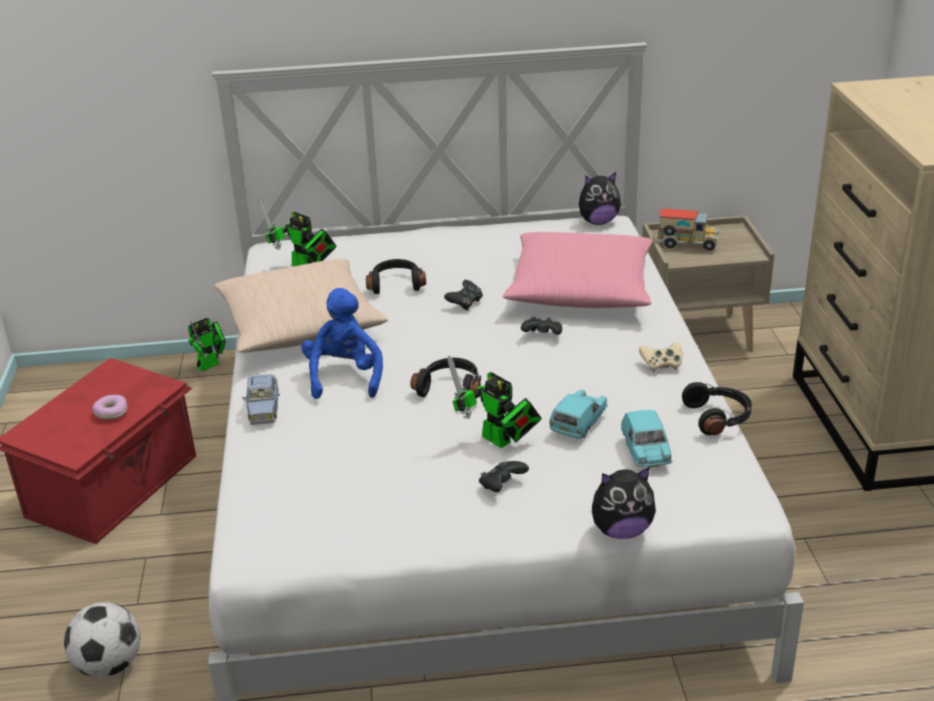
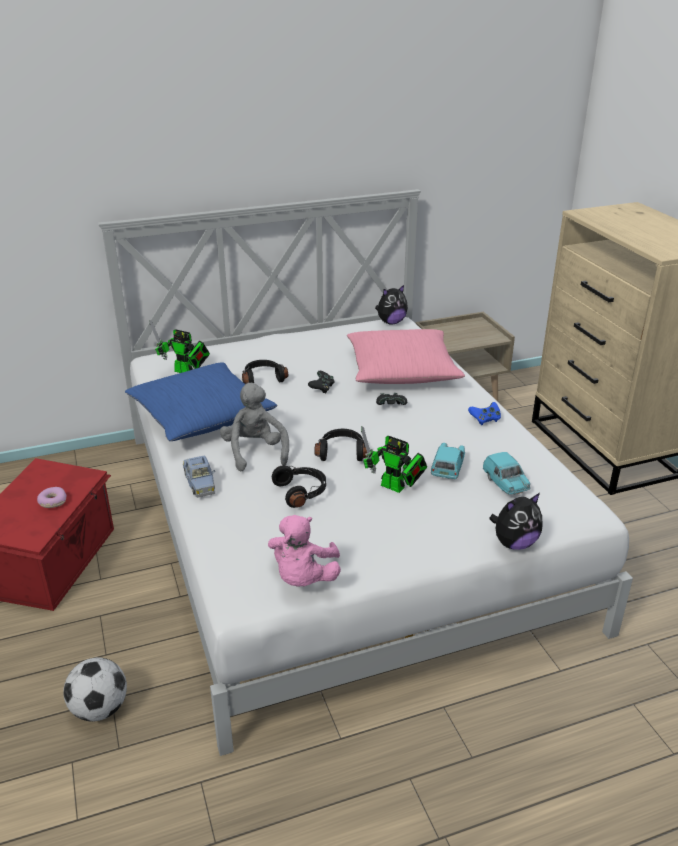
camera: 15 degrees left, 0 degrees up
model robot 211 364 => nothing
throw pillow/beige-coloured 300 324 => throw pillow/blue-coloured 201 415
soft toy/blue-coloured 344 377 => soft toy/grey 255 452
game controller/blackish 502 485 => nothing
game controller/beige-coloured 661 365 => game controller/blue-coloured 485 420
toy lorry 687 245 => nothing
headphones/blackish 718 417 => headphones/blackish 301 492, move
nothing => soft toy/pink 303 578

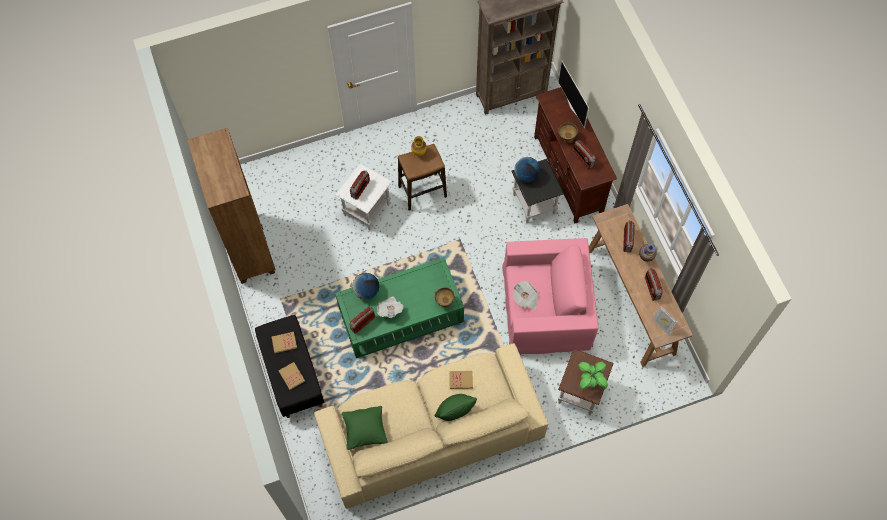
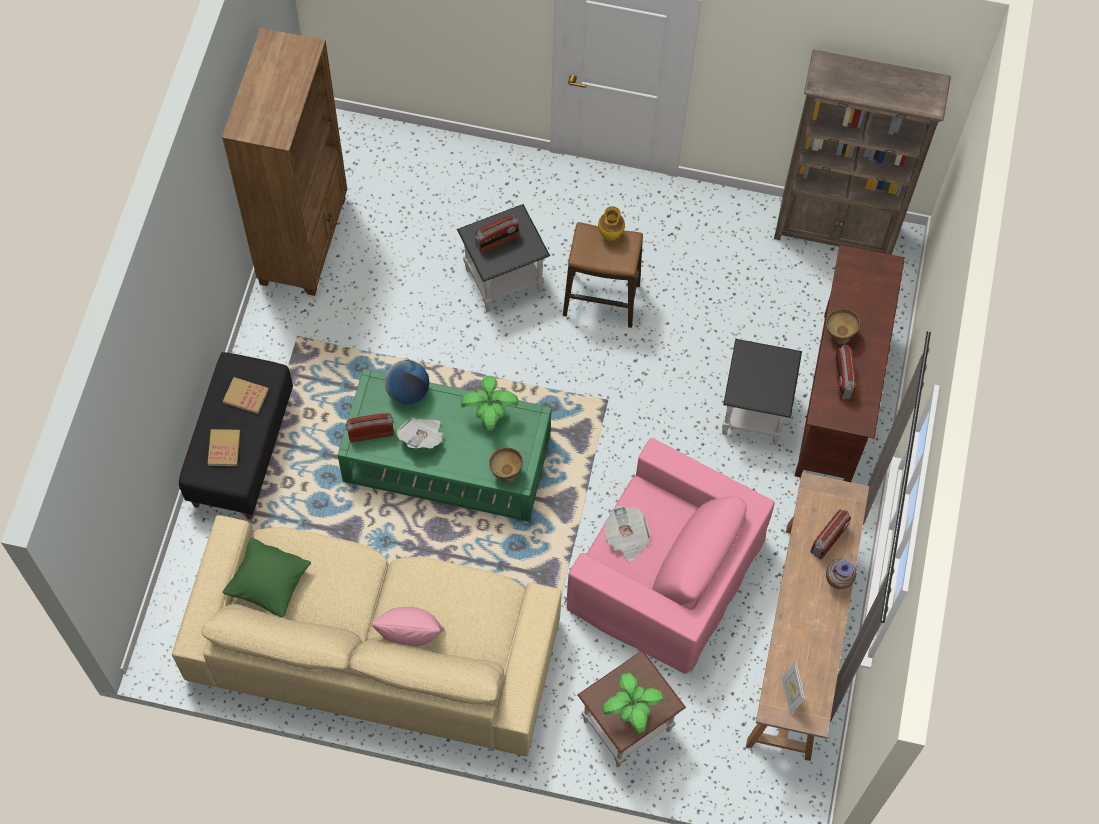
camera: 30 degrees right, 0 degrees up
side table/whitish 367 209 => side table/blackish 504 280
throw pillow/green-coloured 455 412 => throw pillow/pink 409 635
bound book 461 380 => nothing
world globe 526 176 => nothing
television 573 106 => nothing
radio set 651 288 => nothing
nothing => plant in a pot 489 416

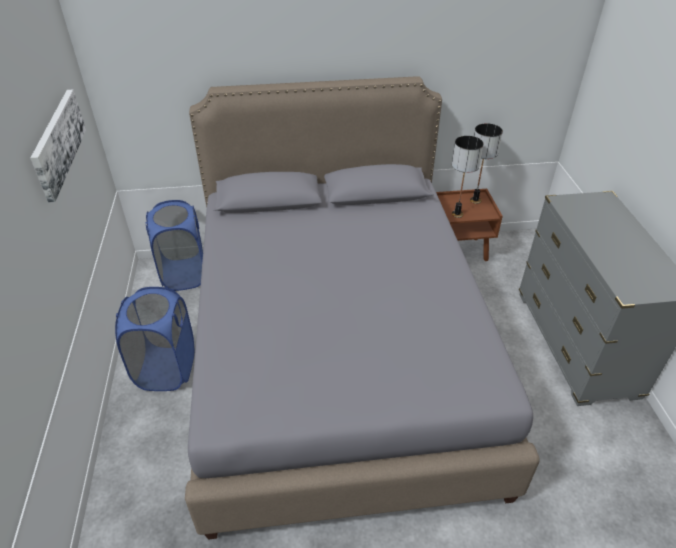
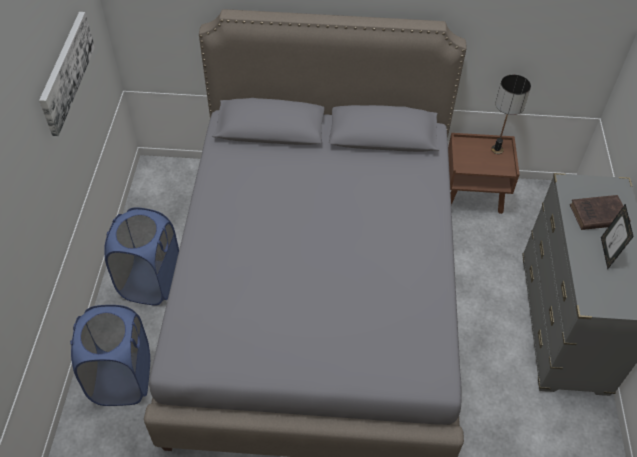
camera: 10 degrees right, 10 degrees up
hamper/blue-coloured 184 274 => hamper/blue-coloured 122 379, move
table lamp 457 214 => nothing
nothing => bound book/brown 596 215
nothing => standing frame 607 253

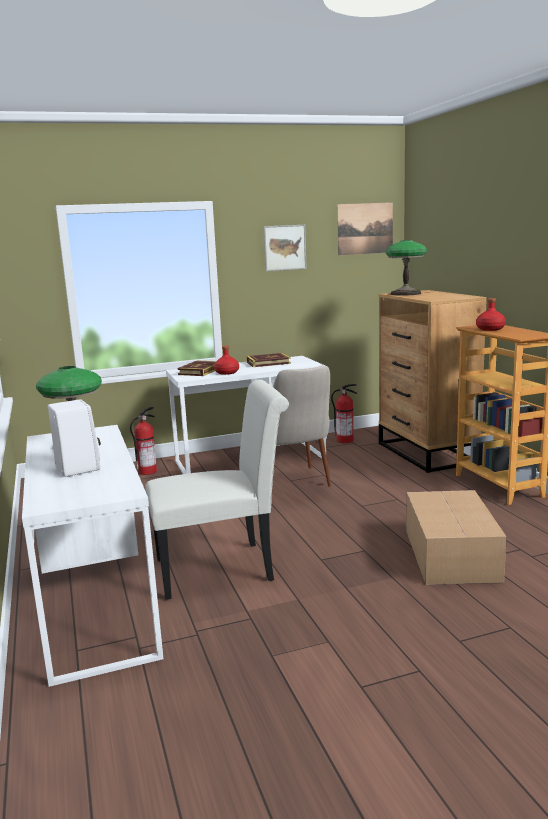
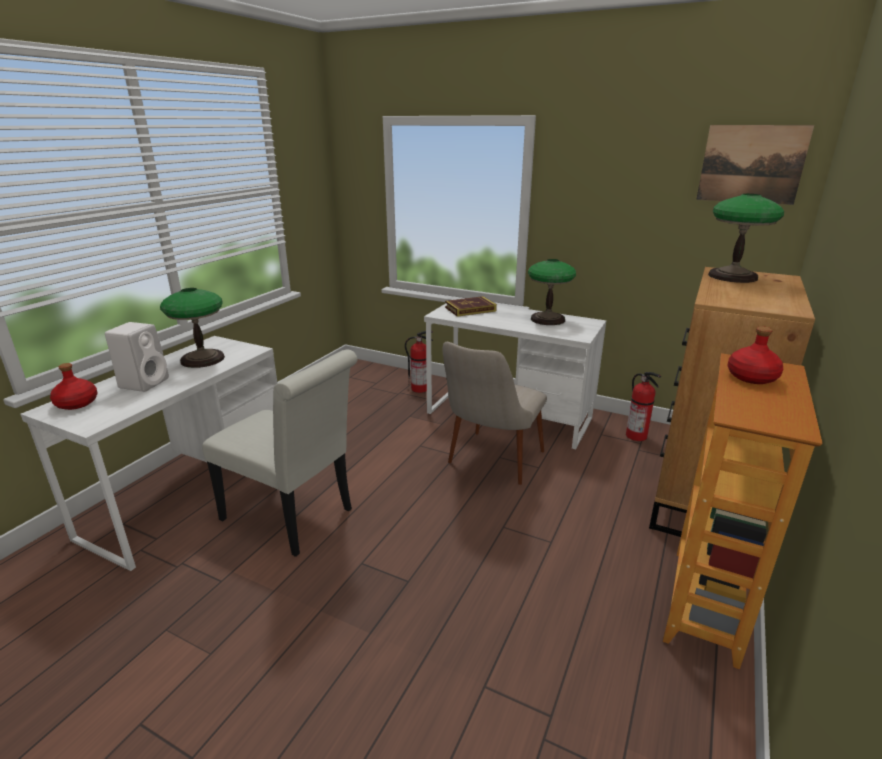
camera: 45 degrees right, 10 degrees up
beverage bottle/red-coloured 226 372 => beverage bottle/red-coloured 76 403, move
bound book 268 363 => table lamp 548 319
picture 285 247 => nothing
cardboard box 451 554 => nothing

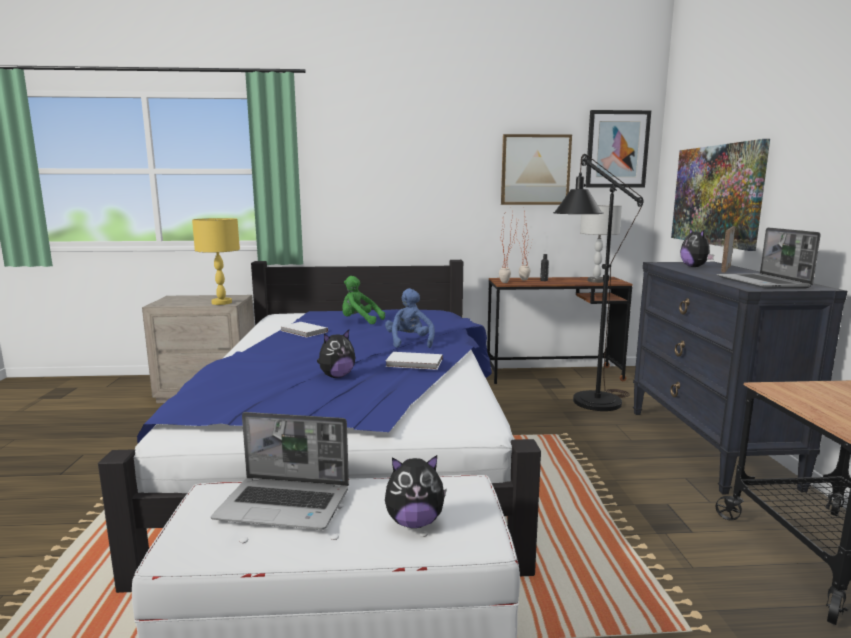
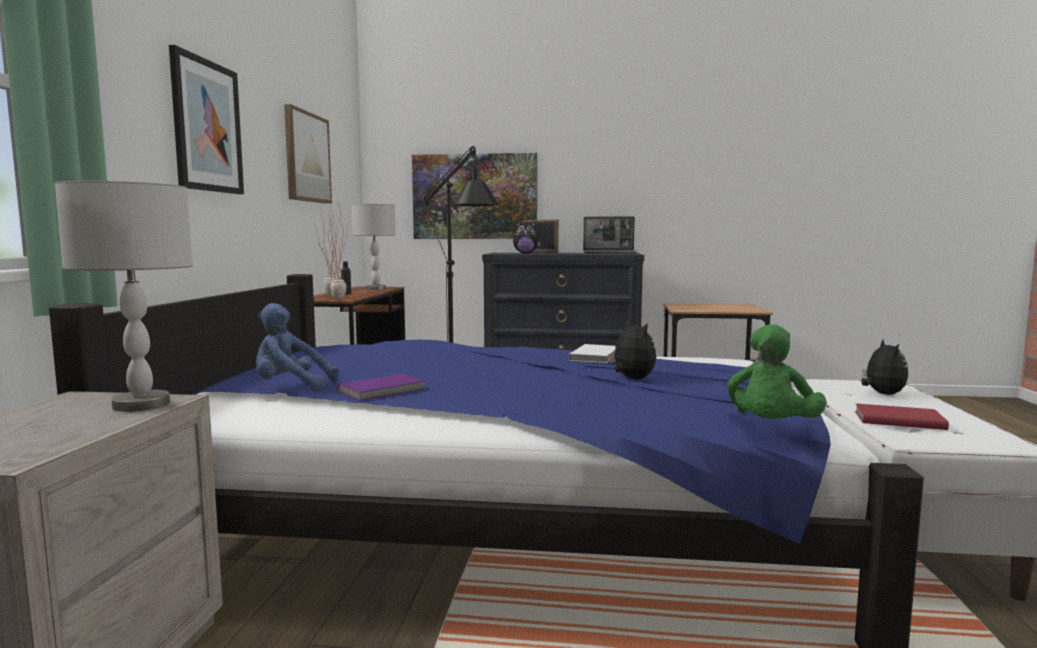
camera: 80 degrees left, 5 degrees down
table lamp/yellowish 221 303 => table lamp/grey 142 405
portable computer 286 504 => bound book/red-coloured 897 419
bound book/whitish 303 331 => bound book/purple-coloured 383 390
soft toy/green-coloured 359 321 => soft toy/green-coloured 771 428, move
soft toy/blue-coloured 409 342 => soft toy/blue-coloured 291 387, move
picture 617 149 => picture 206 126, move

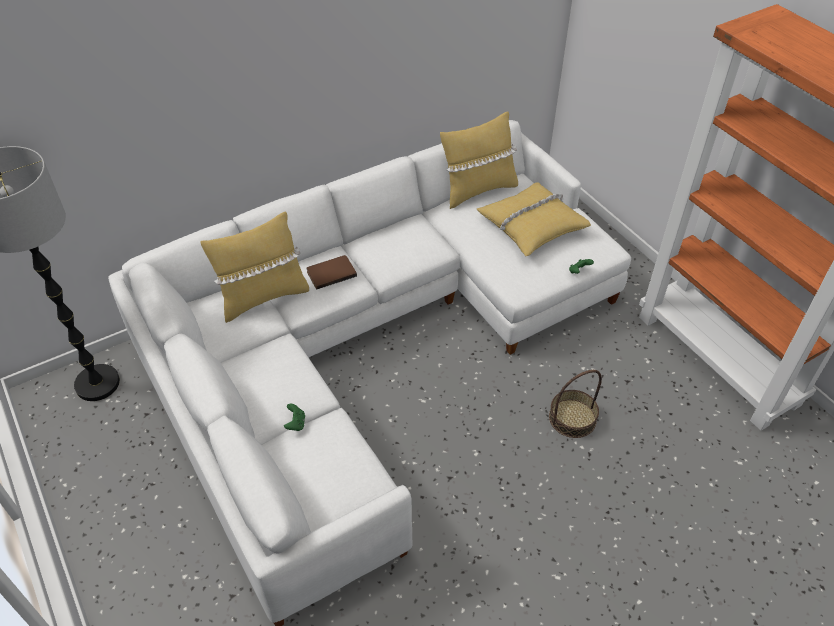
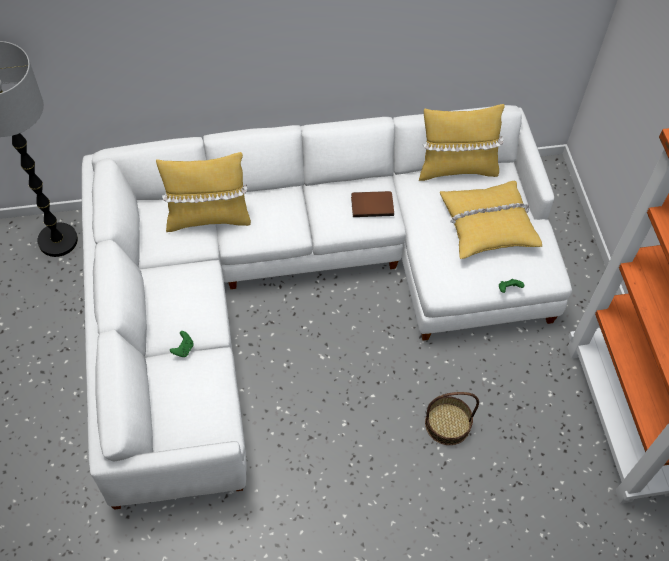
camera: 20 degrees right, 10 degrees up
bound book/brown 330 272 => bound book/brown 372 204, move

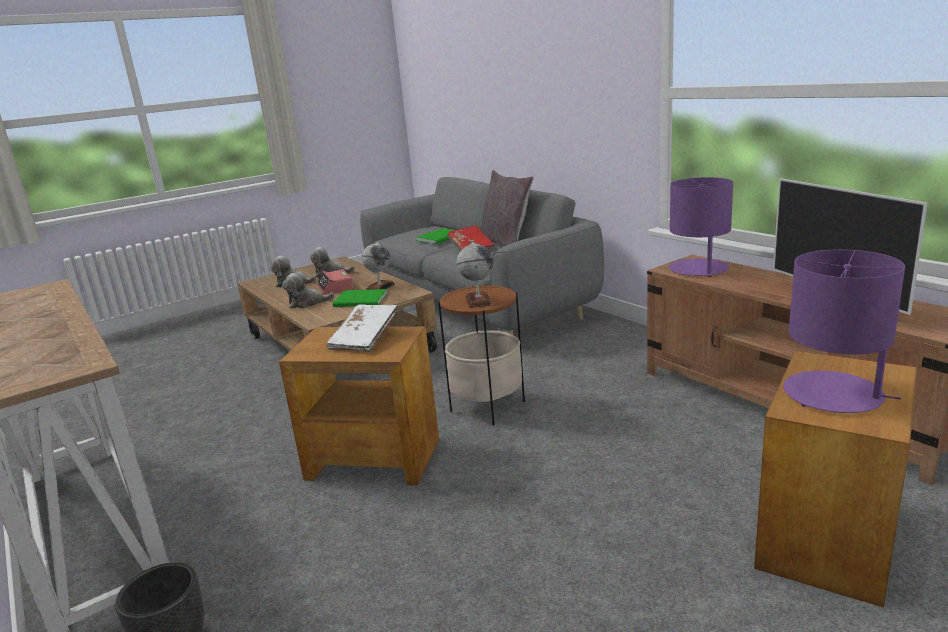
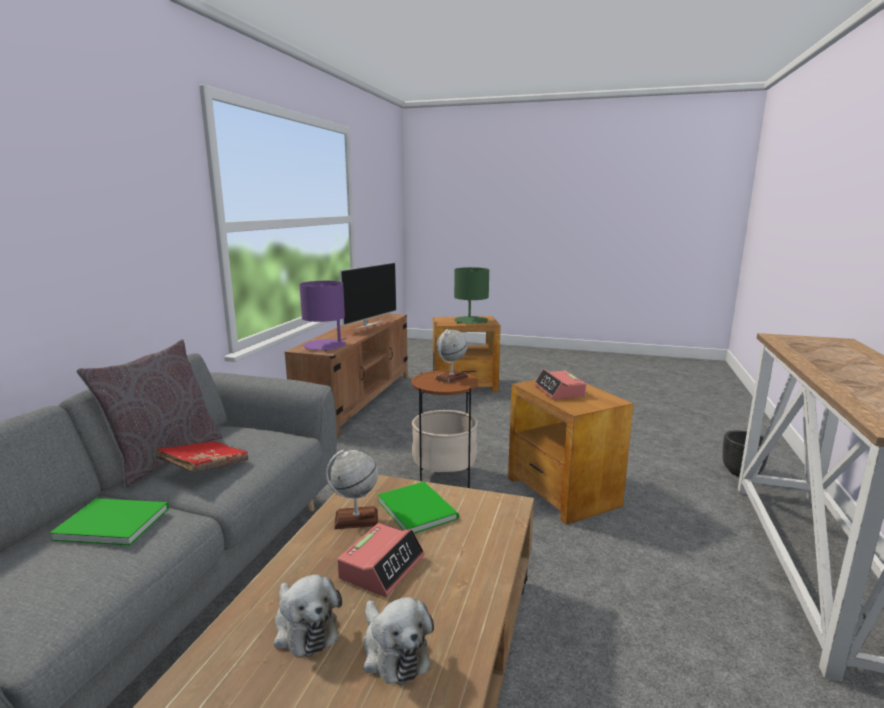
camera: 130 degrees left, 5 degrees down
soft toy 307 303 => nothing
bound book/whitish 365 339 => table clock 559 391
table lamp/purple-coloured 834 394 => table lamp/green-coloured 471 321

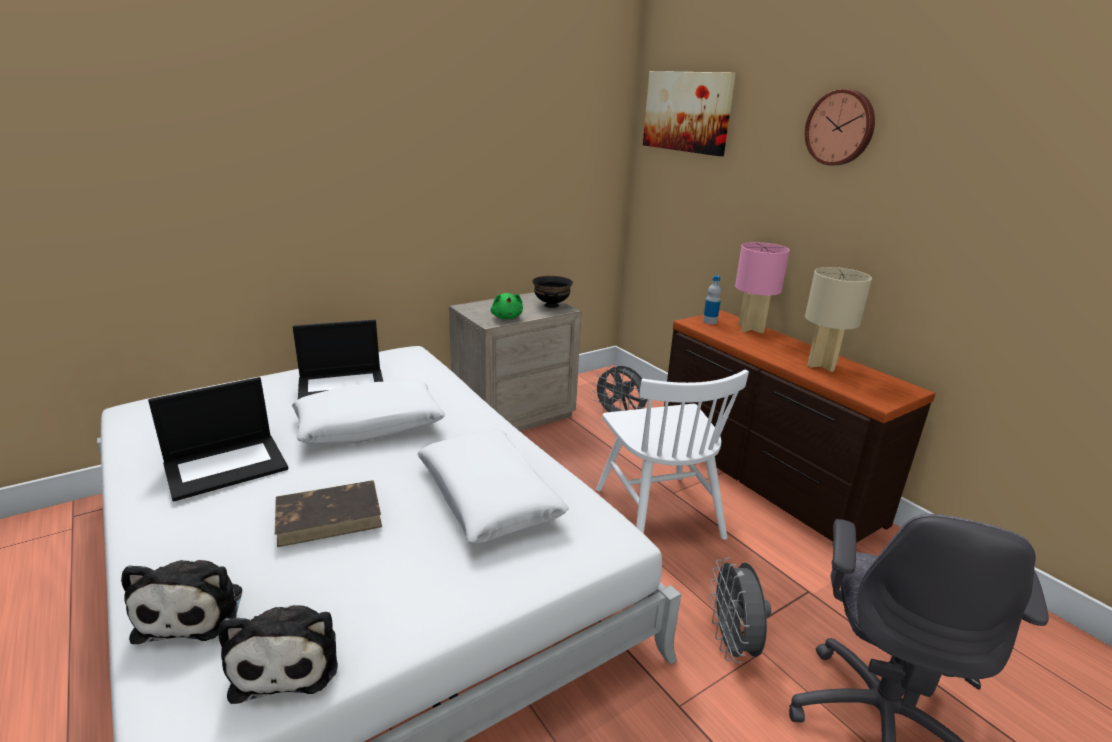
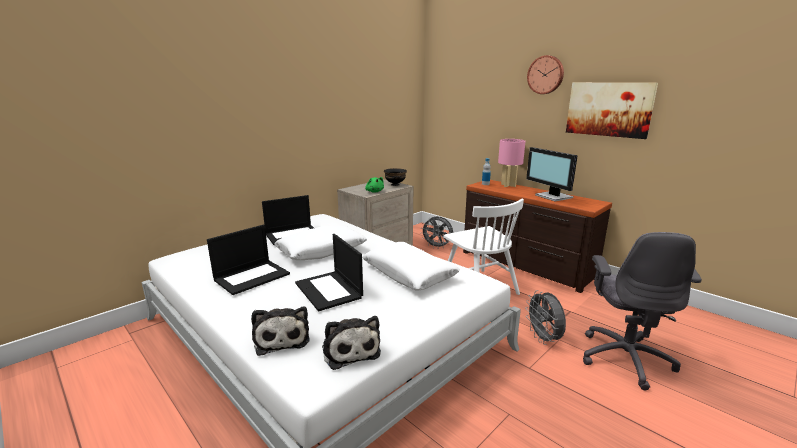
camera: 10 degrees left, 5 degrees down
bound book/brown 330 516 => portable computer 329 290
picture 687 112 => picture 609 109, move
table lamp/beige-coloured 822 365 => monitor 553 197

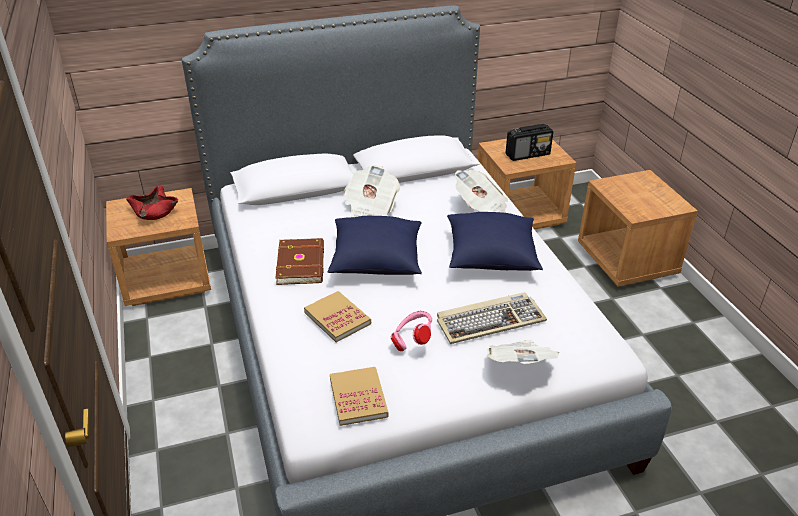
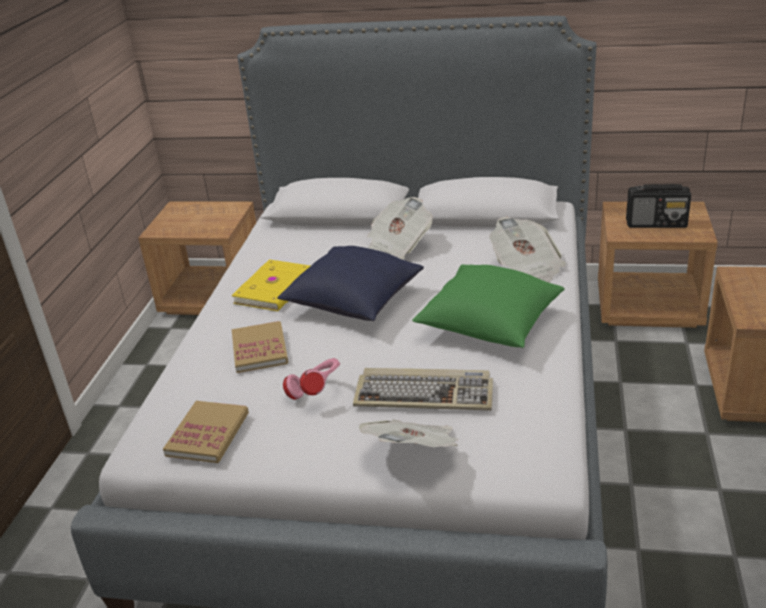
camera: 30 degrees right, 5 degrees down
bowl/red-coloured 154 212 => nothing
bound book/brown 302 264 => bound book/yellowish 276 288
throw pillow/blue-coloured 491 257 => throw pillow/green-coloured 489 325

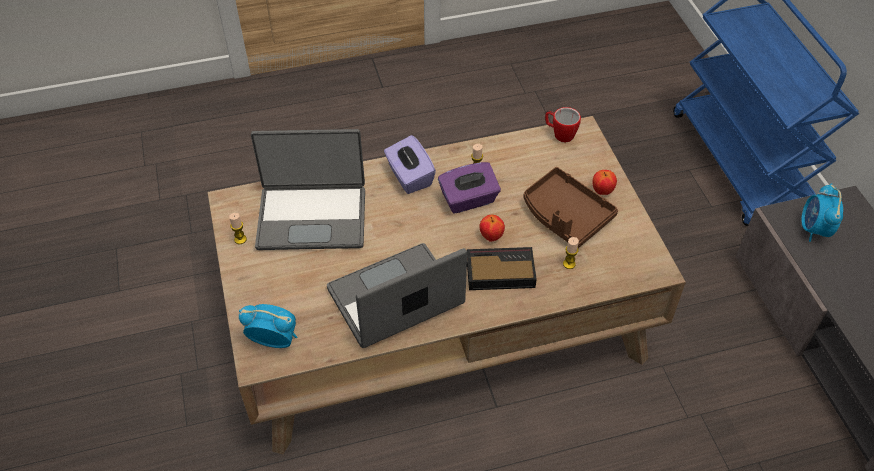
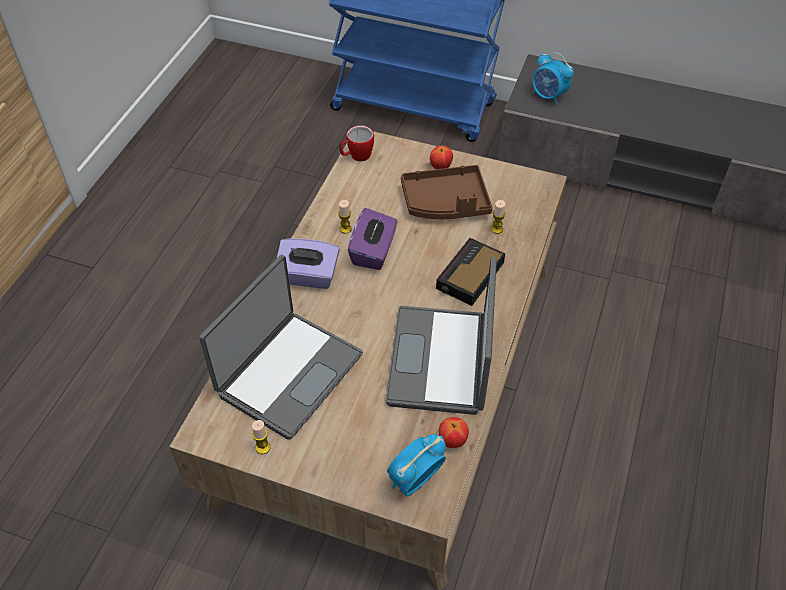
camera: 55 degrees left, 0 degrees up
whole apple 491 237 => whole apple 452 441, move

